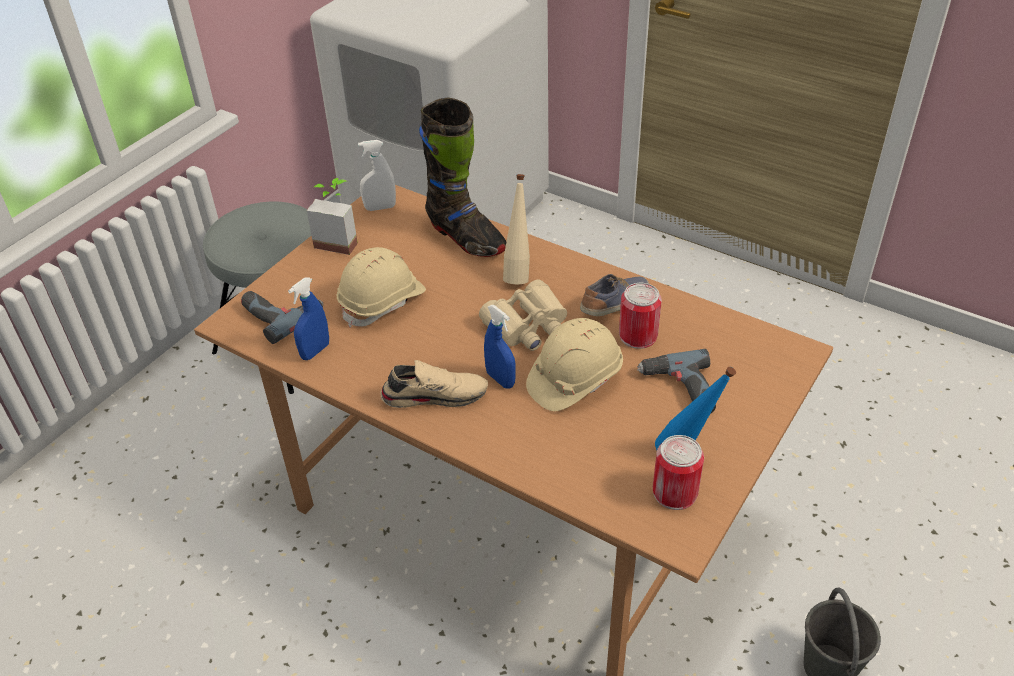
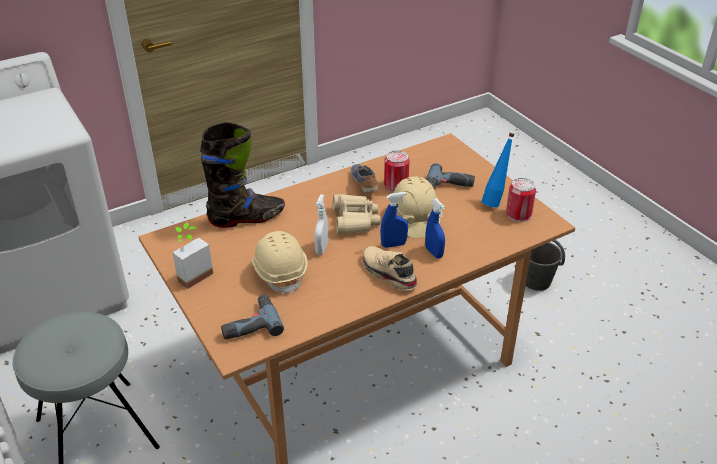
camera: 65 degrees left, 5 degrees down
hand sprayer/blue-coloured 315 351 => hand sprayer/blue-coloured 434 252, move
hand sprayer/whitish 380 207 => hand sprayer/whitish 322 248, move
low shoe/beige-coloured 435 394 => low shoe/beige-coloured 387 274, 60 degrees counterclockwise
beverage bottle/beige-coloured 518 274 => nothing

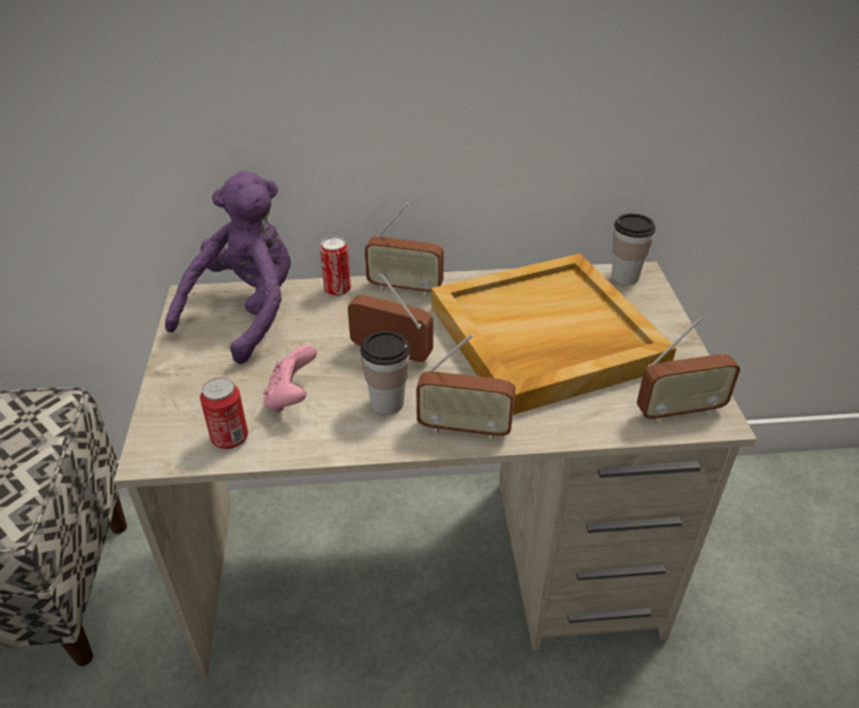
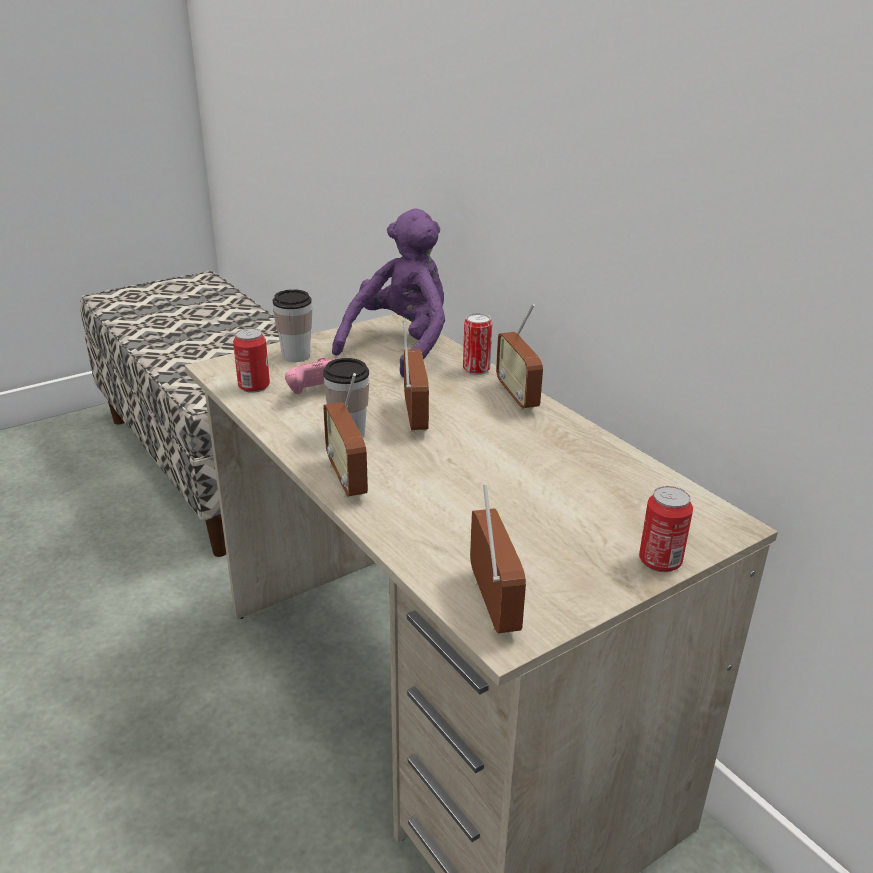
camera: 60 degrees right, 10 degrees down
soft toy/purple-coloured 247 313 => soft toy/purple-coloured 401 346, 60 degrees counterclockwise
tray/beige-coloured 544 338 => nothing
small cup 624 277 => small cup 296 356, move
radio set 679 411 => radio set 492 604, 150 degrees counterclockwise
nothing => can 660 561

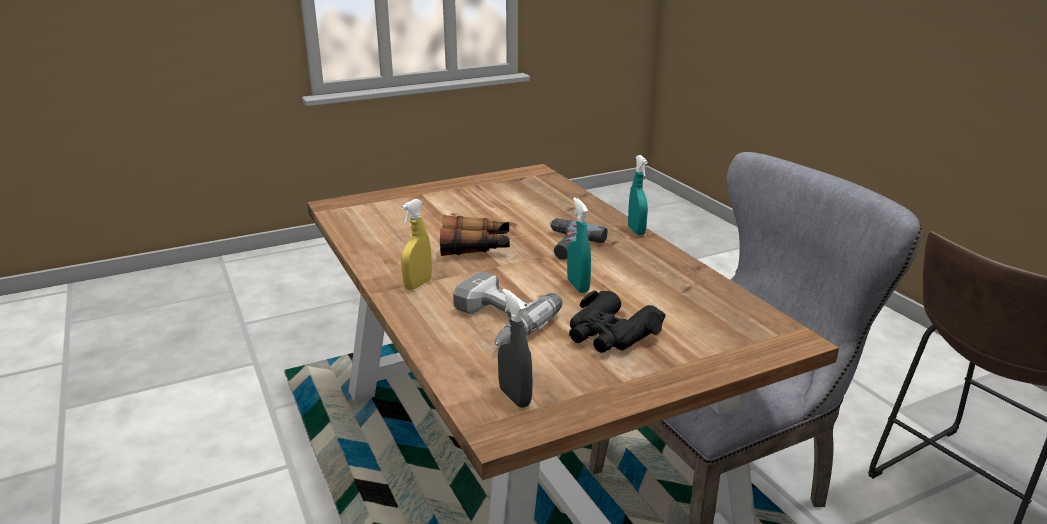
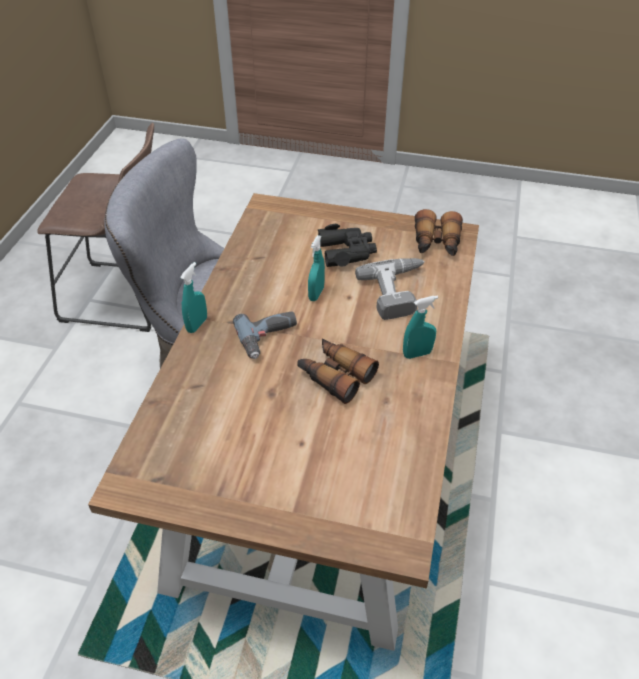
camera: 140 degrees left, 20 degrees up
hand sprayer/yellowish 418 284 => hand sprayer/turquoise 417 354
hand sprayer/grey 515 397 => binoculars 436 243

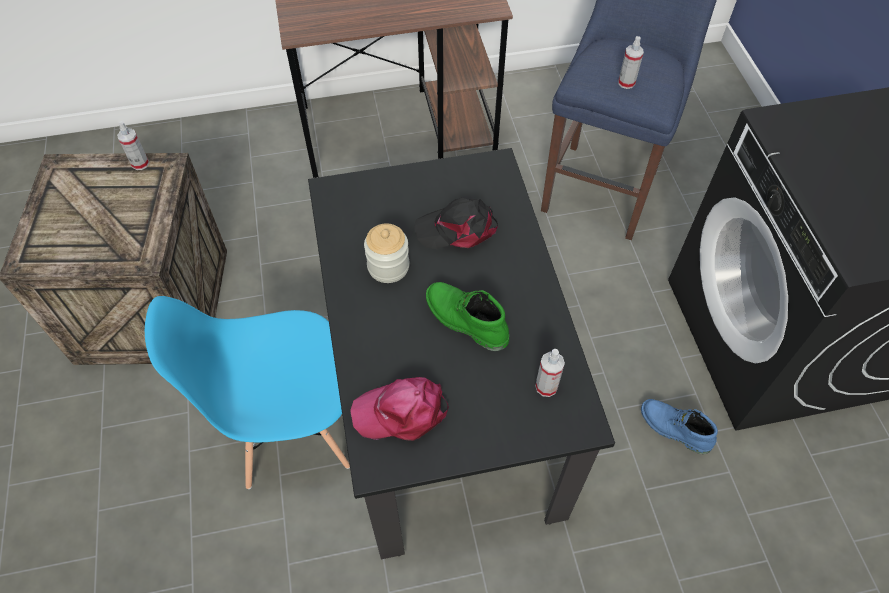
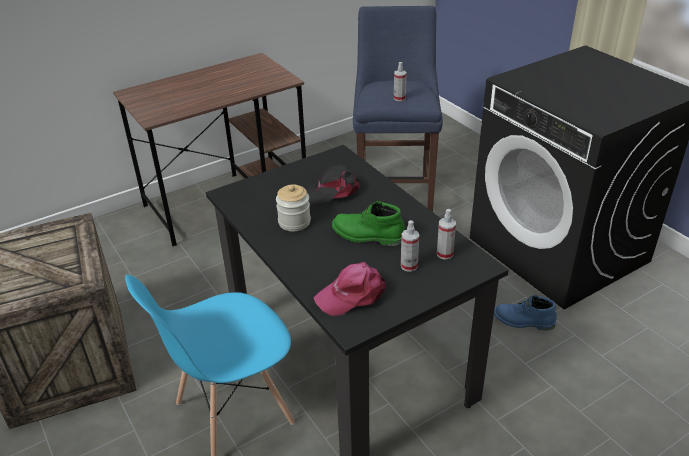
camera: 20 degrees left, 20 degrees down
hand sprayer 140 163 => hand sprayer 409 266, move

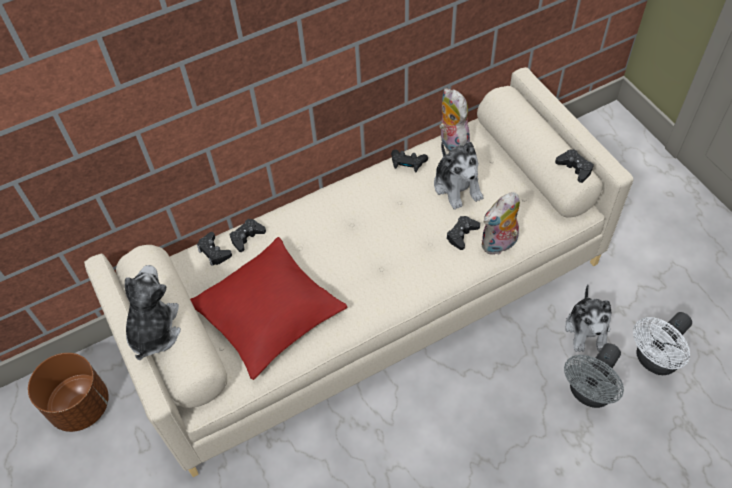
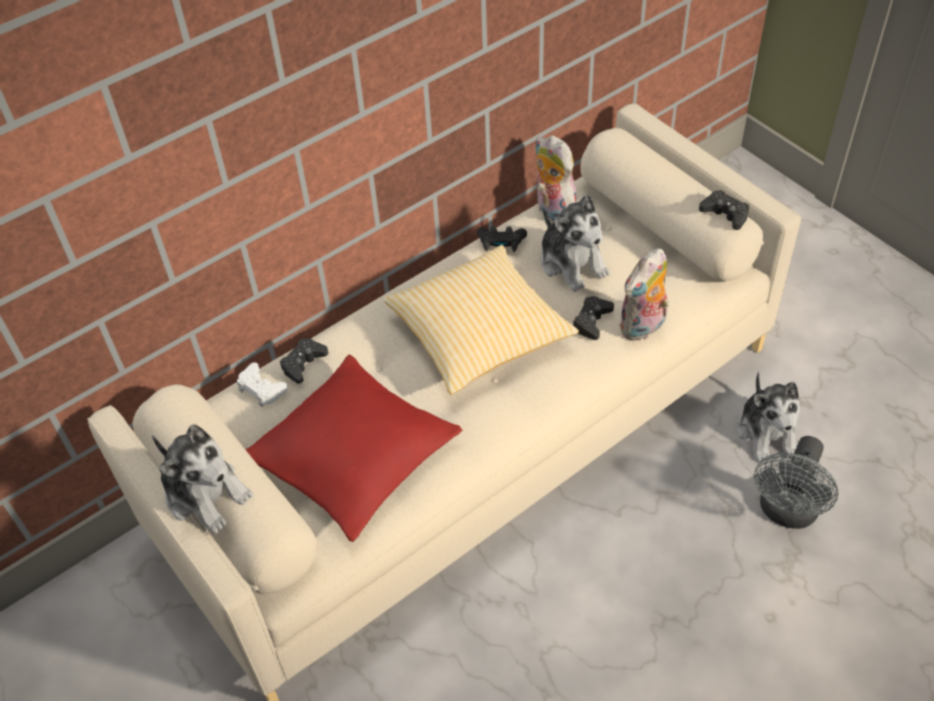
camera: 10 degrees left, 5 degrees down
flower pot/brown 80 405 => nothing
soft toy 154 330 => soft toy 206 493, 135 degrees clockwise
game controller/blackish 214 252 => game controller/whitish 261 389
electric fan/whitish 654 361 => nothing
nothing => throw pillow 479 335

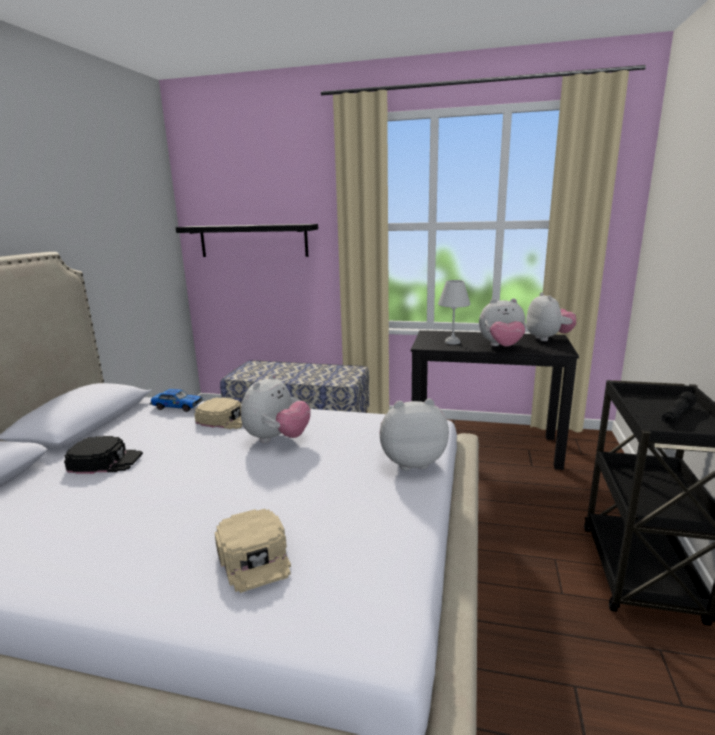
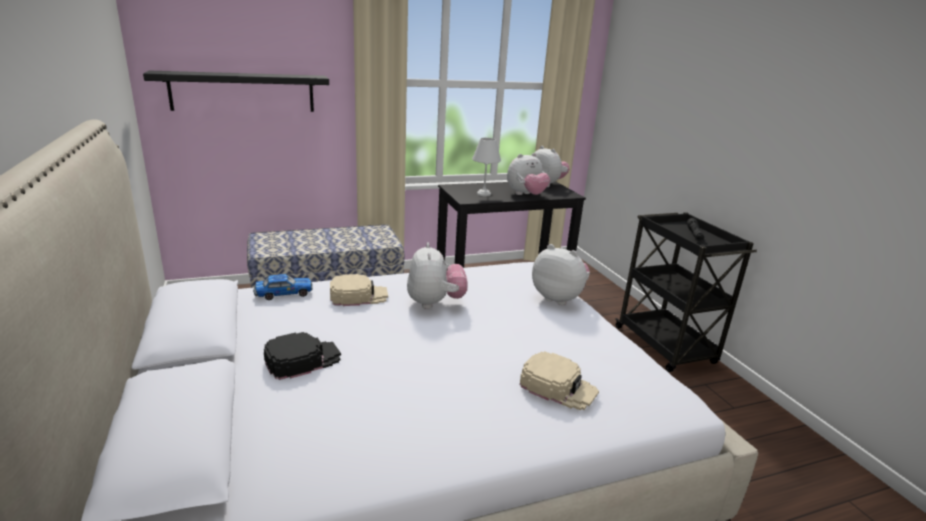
camera: 35 degrees left, 5 degrees up
soft toy 411 462 => soft toy 558 298, 75 degrees clockwise

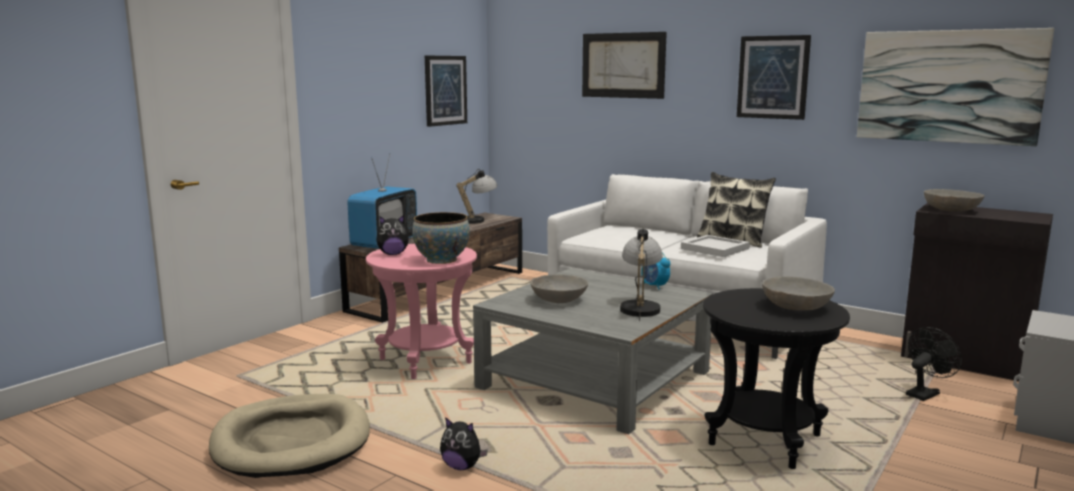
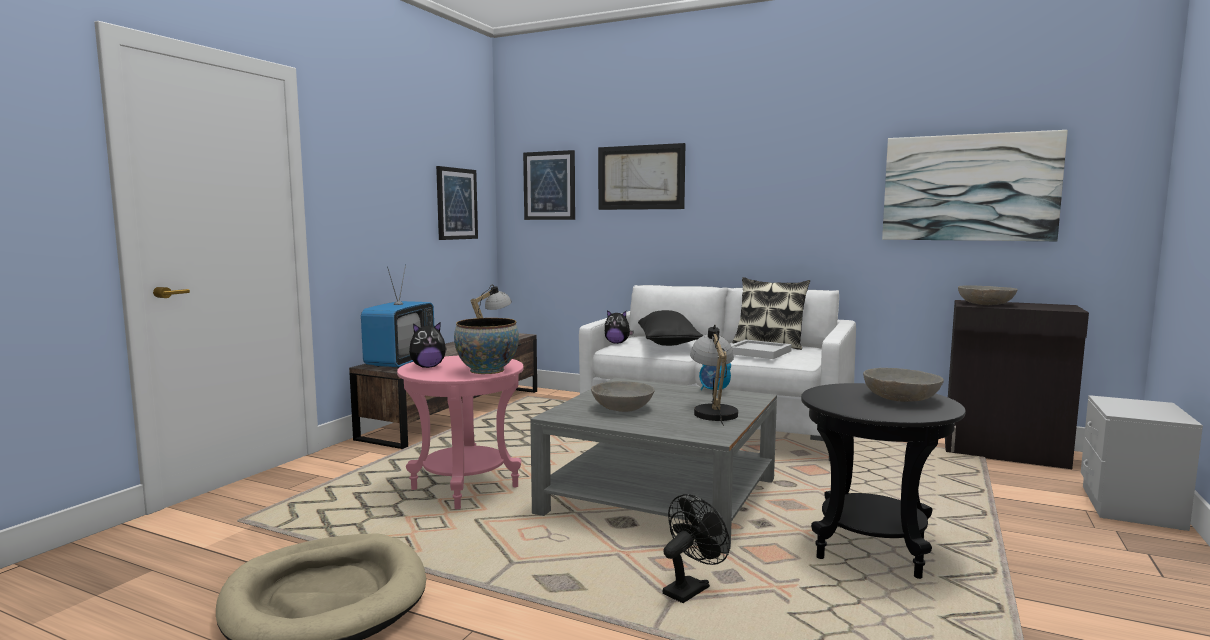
camera: 10 degrees left, 5 degrees down
soft toy 462 467 => soft toy 617 343, move
picture 773 77 => picture 549 185, move
electric fan/blackish 925 393 => electric fan/blackish 690 588, move
nothing => throw pillow/blackish 668 343

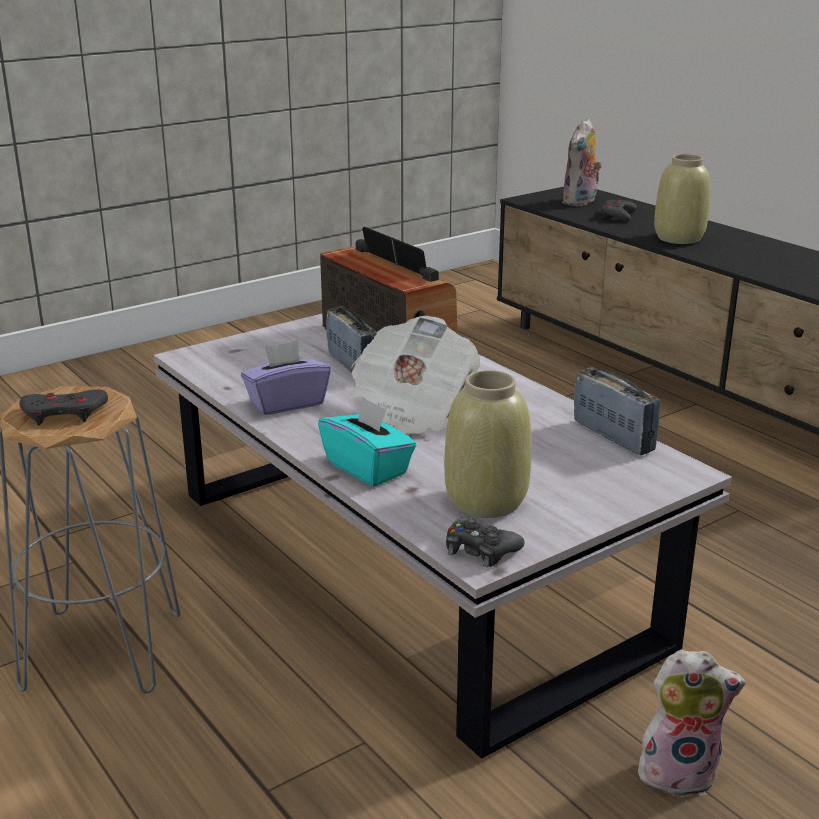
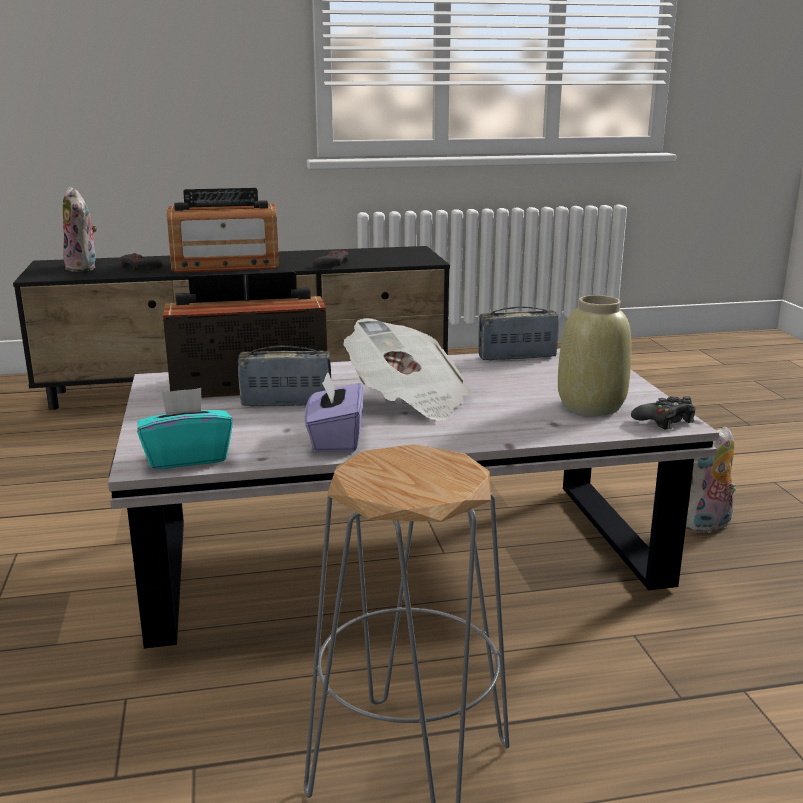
camera: 65 degrees left, 5 degrees down
game controller/grey 64 413 => game controller/grey 332 263, move
box of tissues/turquoise 368 468 => box of tissues/turquoise 187 458, move
soft toy 679 772 => soft toy 707 526, 150 degrees counterclockwise
vase/beige-coloured 679 238 => radio set 225 265

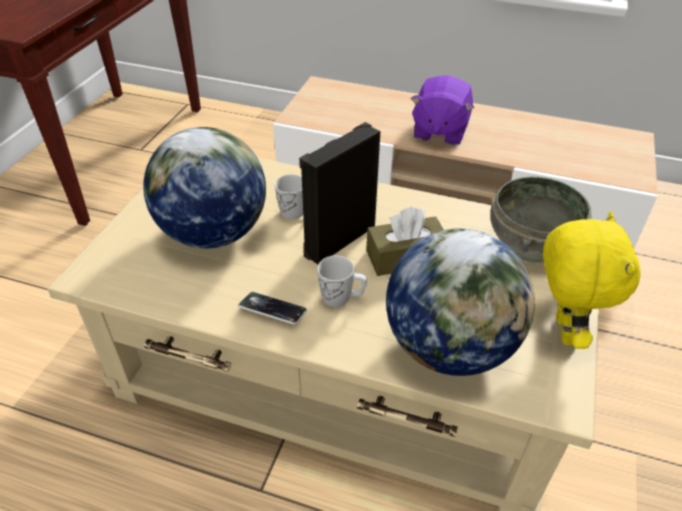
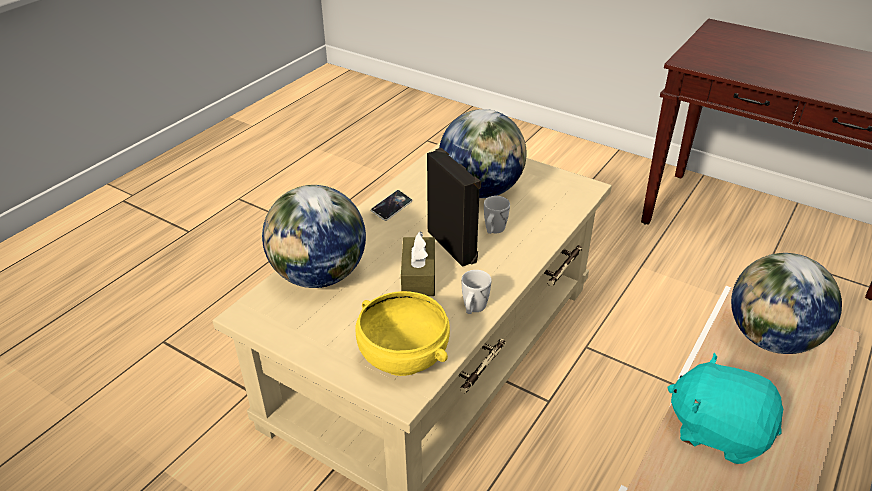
camera: 105 degrees right, 5 degrees down
tea mug/whitish 341 298 => tea mug/whitish 473 308, move
soft toy/purple-coloured 439 131 => soft toy/turquoise 718 430
bowl/grey 532 245 => bowl/yellowish 402 358
soft toy/yellowish 562 330 => nothing
nothing => world globe 771 339

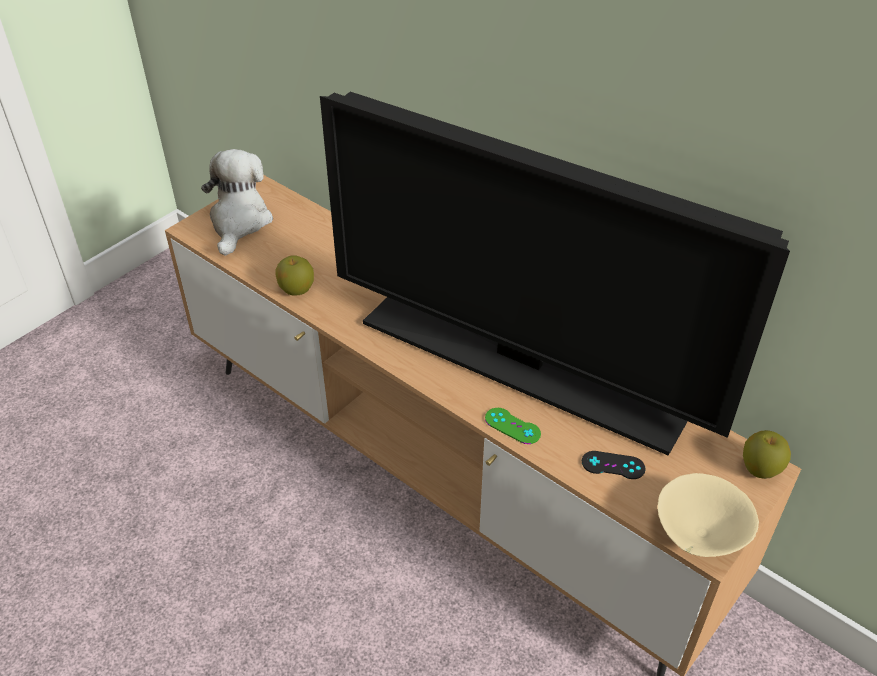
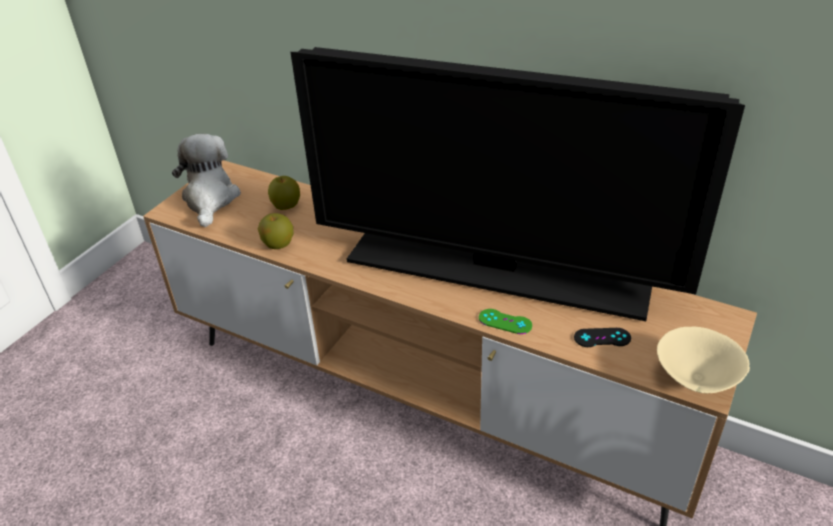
camera: 10 degrees left, 5 degrees down
whole apple 760 468 => whole apple 286 206, move

